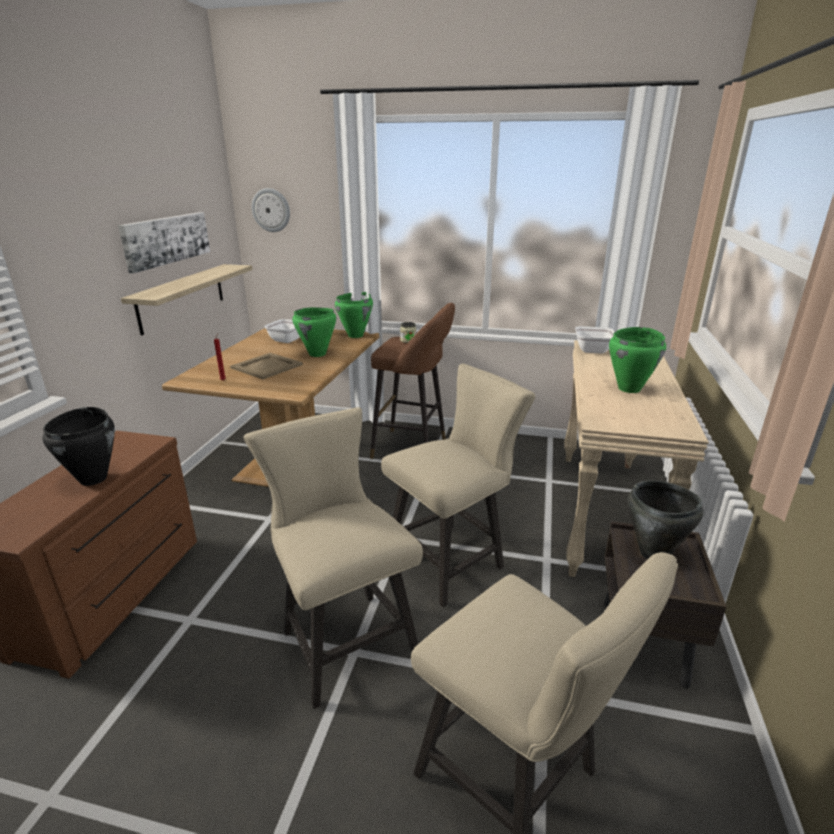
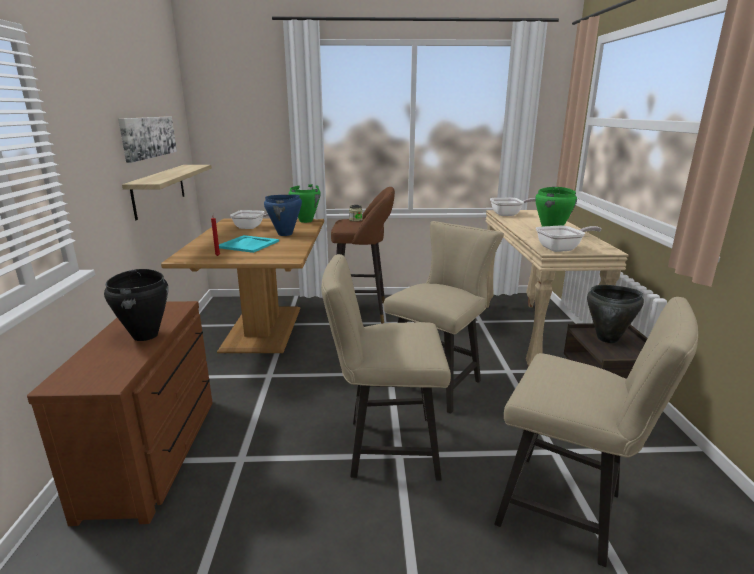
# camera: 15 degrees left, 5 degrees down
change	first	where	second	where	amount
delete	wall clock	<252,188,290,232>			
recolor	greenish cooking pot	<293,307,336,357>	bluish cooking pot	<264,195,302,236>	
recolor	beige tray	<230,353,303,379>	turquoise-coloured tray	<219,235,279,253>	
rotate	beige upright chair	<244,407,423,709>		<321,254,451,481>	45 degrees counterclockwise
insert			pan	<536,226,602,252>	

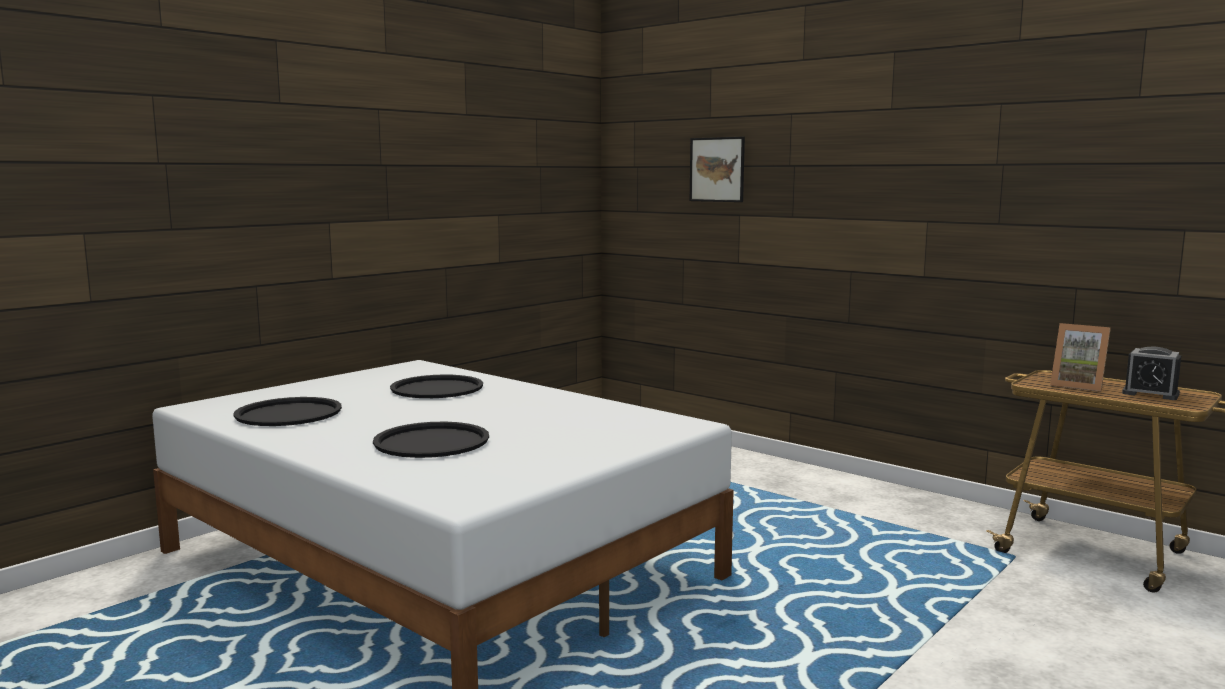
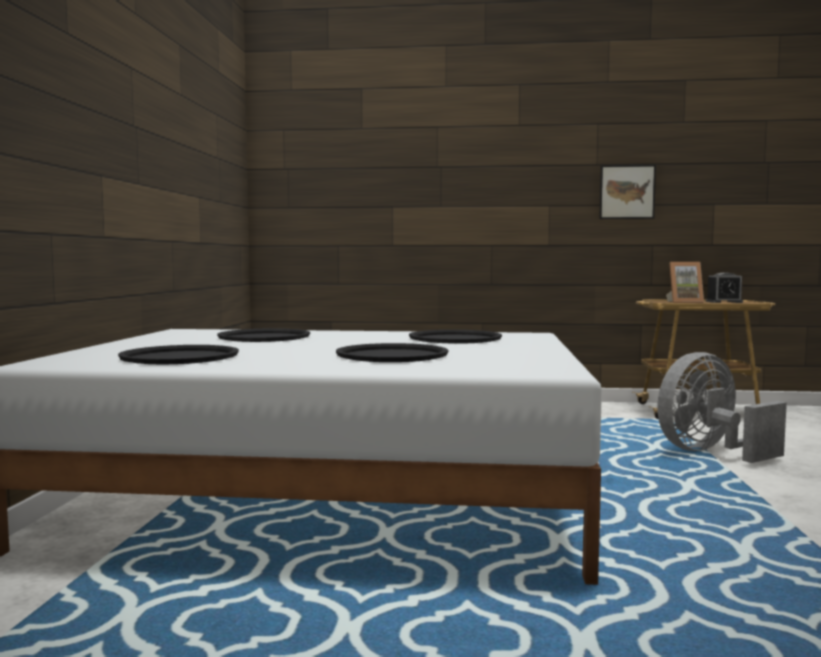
# camera: 35 degrees left, 5 degrees down
change	first	where	second	where	amount
move	picture	<690,137,745,202>		<599,165,656,219>	
insert			black-coloured tray	<409,330,502,344>	
insert			greyish fan	<657,352,787,463>	

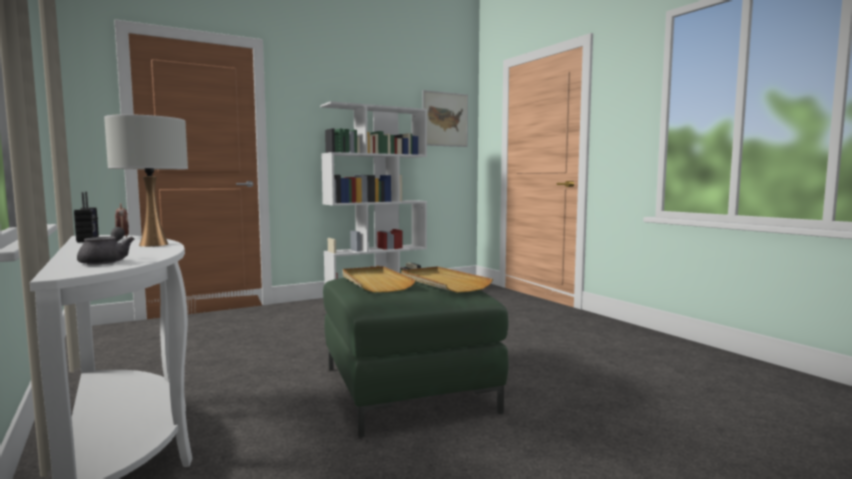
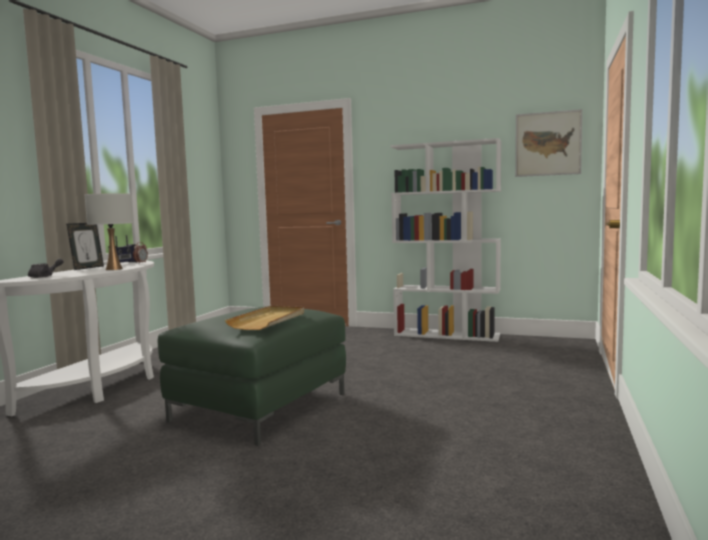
# camera: 50 degrees right, 0 degrees up
change	first	where	second	where	amount
delete	beige tray	<343,266,416,293>			
insert			picture frame	<66,223,104,270>	

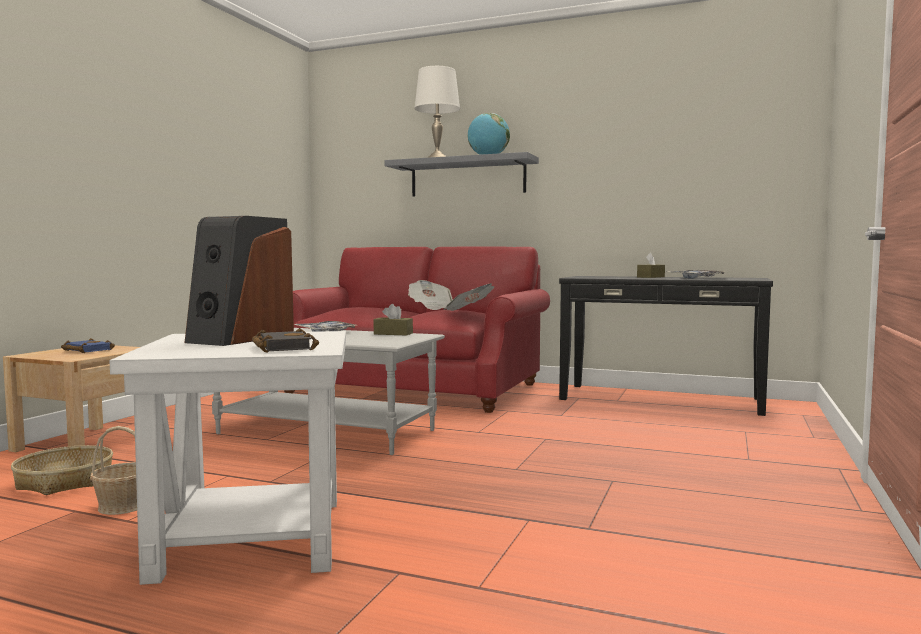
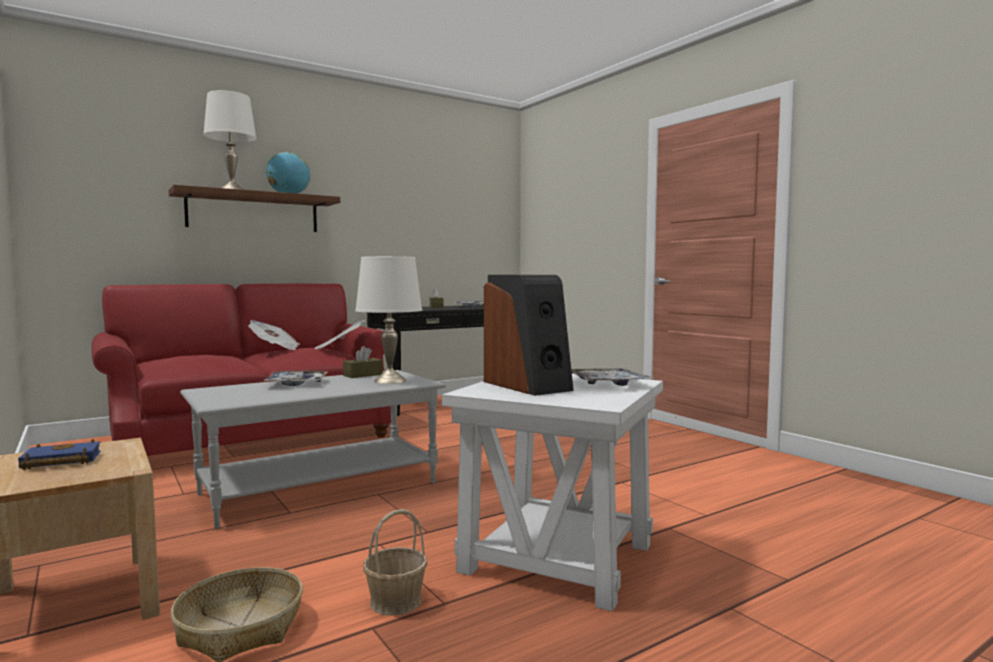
# camera: 55 degrees left, 0 degrees up
change	first	where	second	where	amount
recolor	greyish bracket shelf	<384,152,539,197>	brownish bracket shelf	<169,185,340,232>	
replace	black-coloured volume	<252,328,319,353>	tray	<571,368,655,386>	
insert			whitish tabletop lamp	<355,256,422,384>	

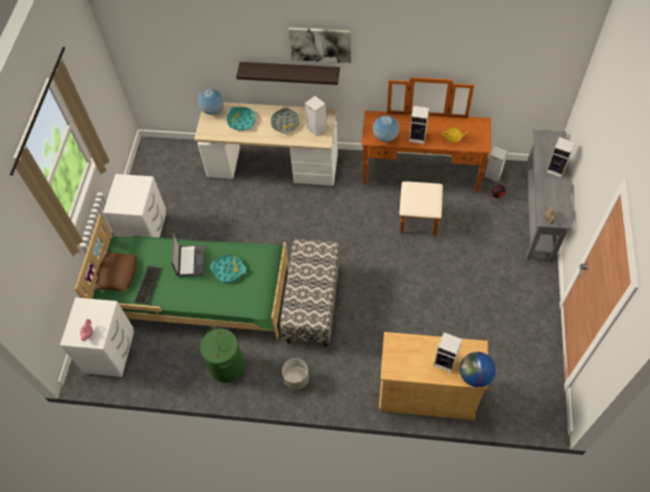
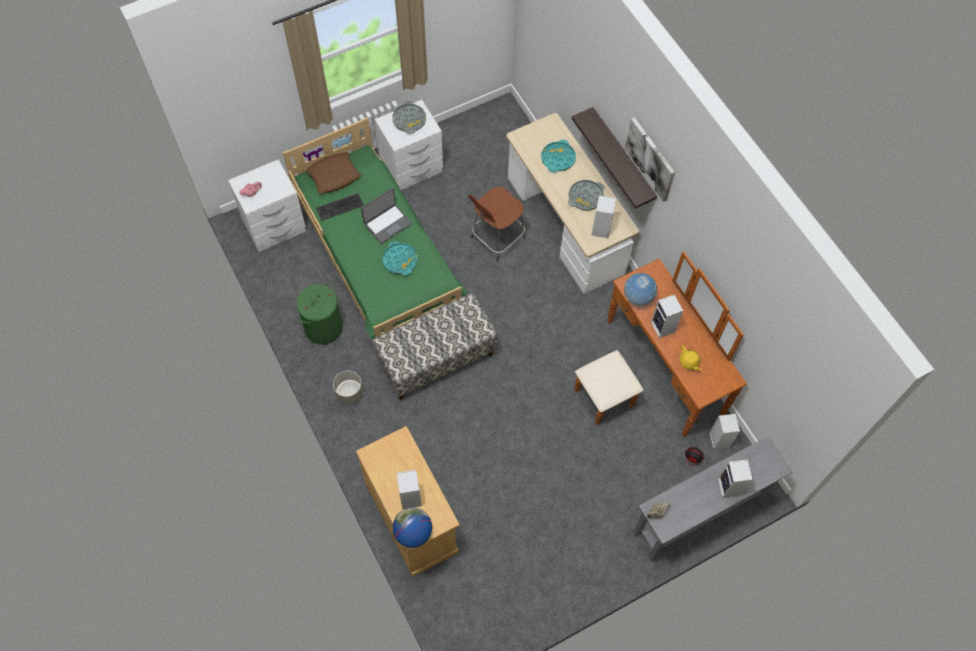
# camera: 50 degrees right, 5 degrees up
change	first	where	second	where	amount
delete	world globe	<198,89,224,115>			
insert			greyish tray	<392,101,426,134>	
insert			brownish stool seat	<468,187,525,261>	

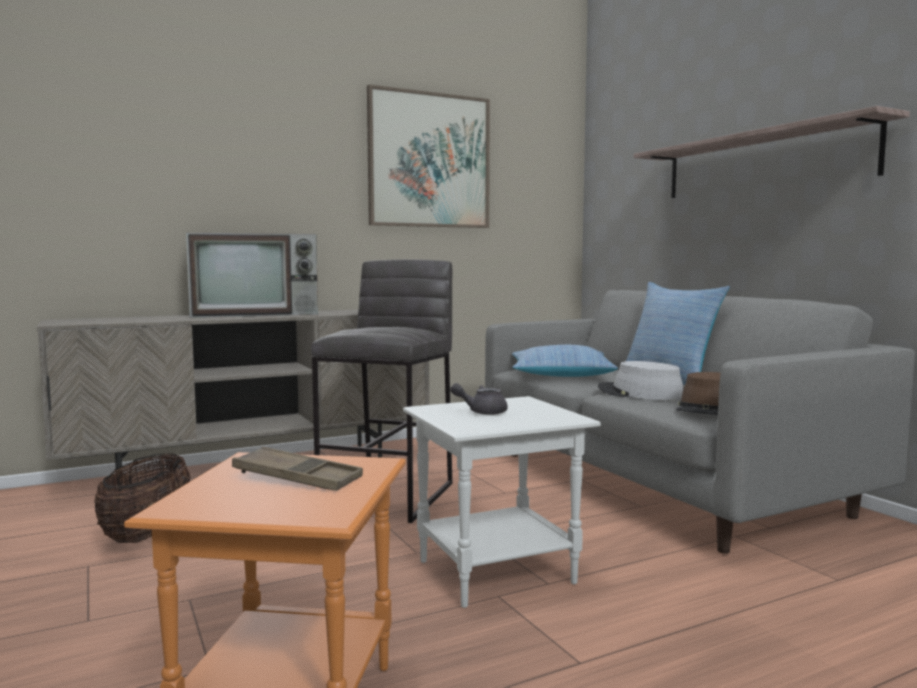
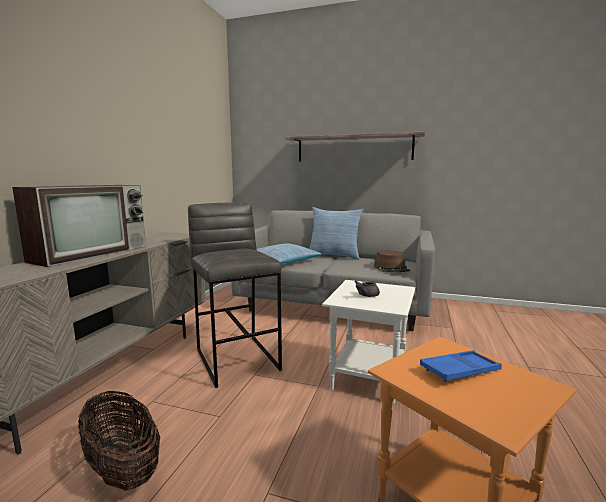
# camera: 45 degrees left, 5 degrees up
change	first	where	second	where	amount
delete	picture	<367,85,490,228>			
delete	greyish wearable hat	<598,361,683,400>			
recolor	brownish tray	<232,447,363,491>	bluish tray	<420,350,502,382>	

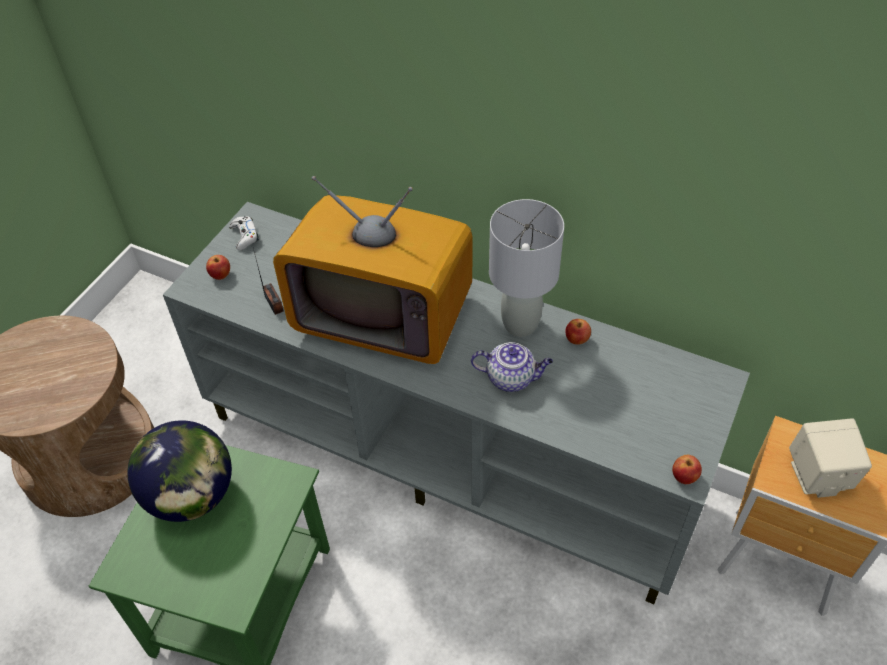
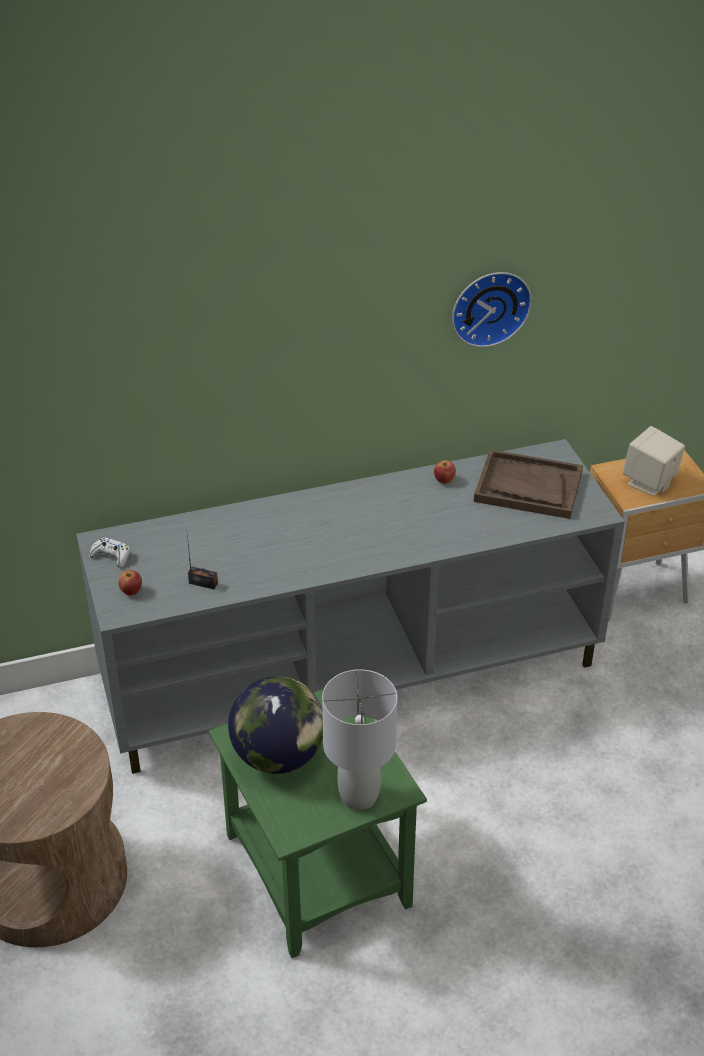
# camera: 45 degrees left, 10 degrees down
change	first	where	second	where	amount
delete	TV	<273,176,473,364>			
move	greyish tabletop lamp	<489,199,564,336>		<322,669,398,810>	
delete	teapot	<471,342,553,392>			
delete	whole apple	<672,455,702,484>			
insert			wall clock	<452,272,532,347>	
insert			brownish tray	<474,450,583,519>	

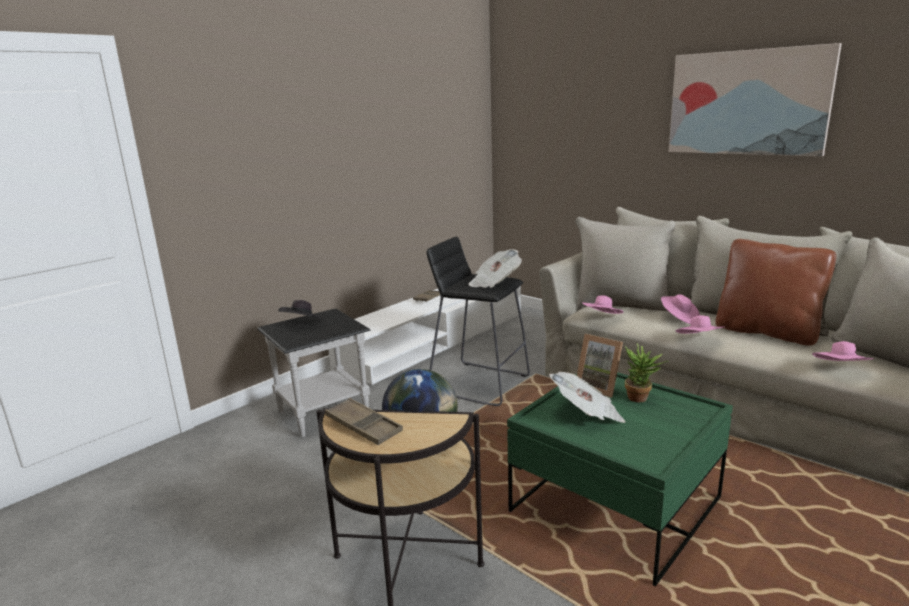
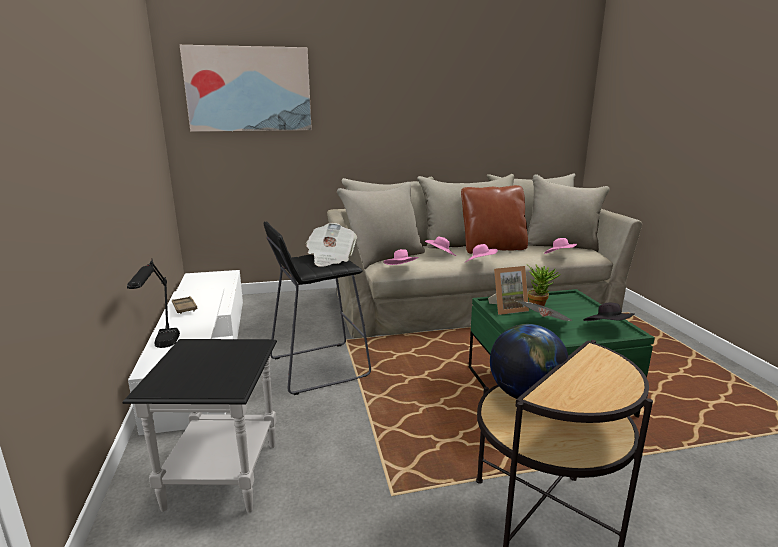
# camera: 55 degrees left, 0 degrees up
change	first	where	second	where	amount
move	picture	<669,43,842,157>		<180,45,312,132>	
move	black-coloured wearable hat	<278,300,323,319>		<583,302,635,321>	
delete	brownish tray	<325,398,403,445>			
insert			black-coloured tabletop lamp	<127,258,180,348>	

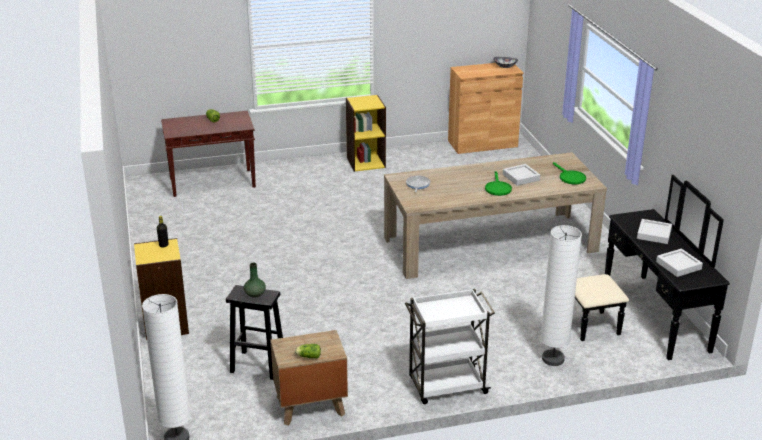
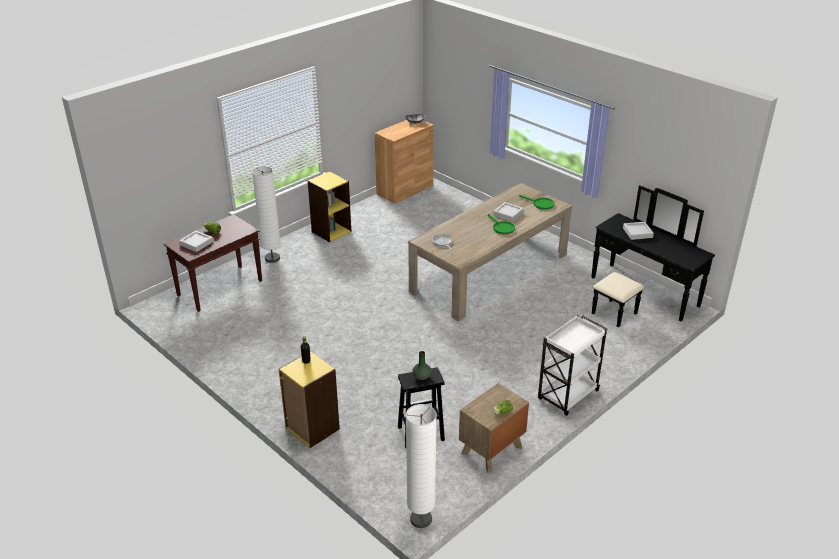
# camera: 30 degrees left, 5 degrees up
change	first	where	second	where	amount
move	whitish standing lamp	<541,225,582,366>		<252,166,281,263>	
move	greyish tray	<656,249,703,277>		<179,231,213,252>	

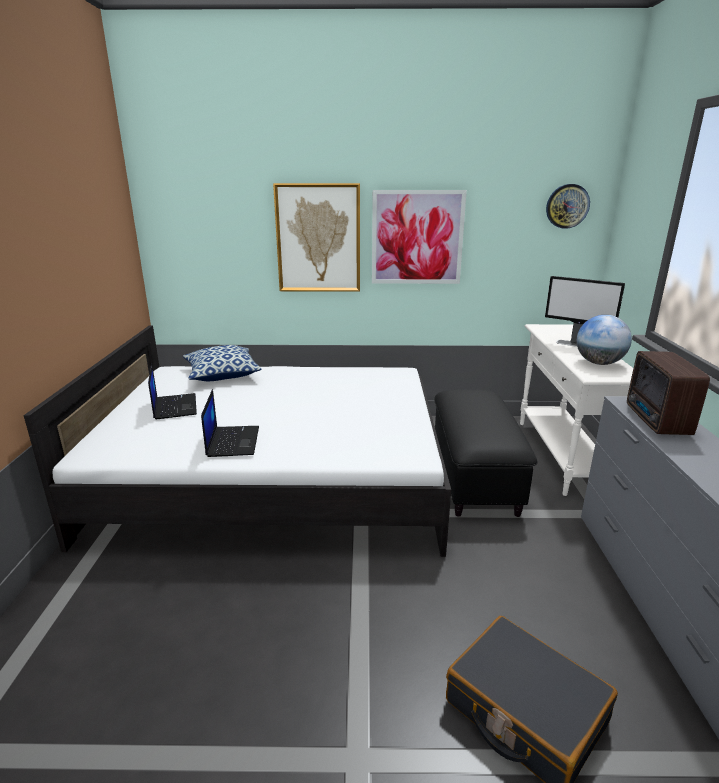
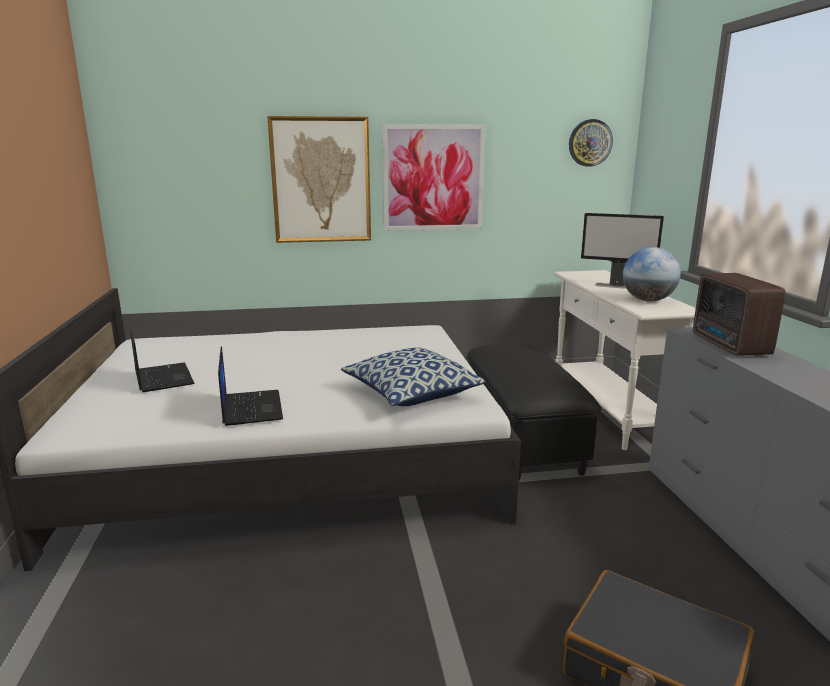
# camera: 10 degrees left, 5 degrees down
change	first	where	second	where	amount
move	throw pillow	<183,345,262,381>		<341,347,486,406>	

